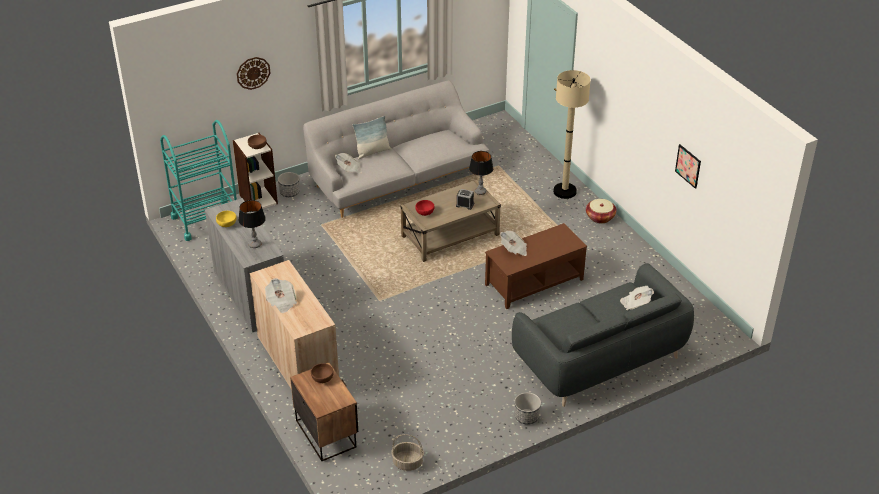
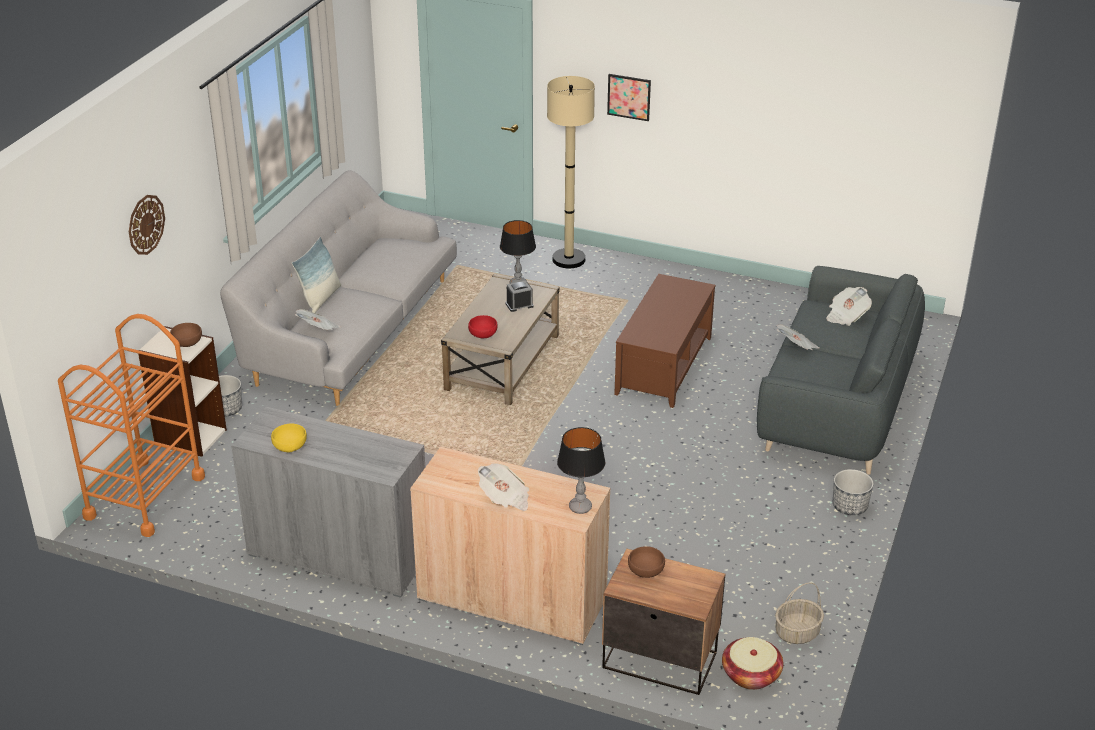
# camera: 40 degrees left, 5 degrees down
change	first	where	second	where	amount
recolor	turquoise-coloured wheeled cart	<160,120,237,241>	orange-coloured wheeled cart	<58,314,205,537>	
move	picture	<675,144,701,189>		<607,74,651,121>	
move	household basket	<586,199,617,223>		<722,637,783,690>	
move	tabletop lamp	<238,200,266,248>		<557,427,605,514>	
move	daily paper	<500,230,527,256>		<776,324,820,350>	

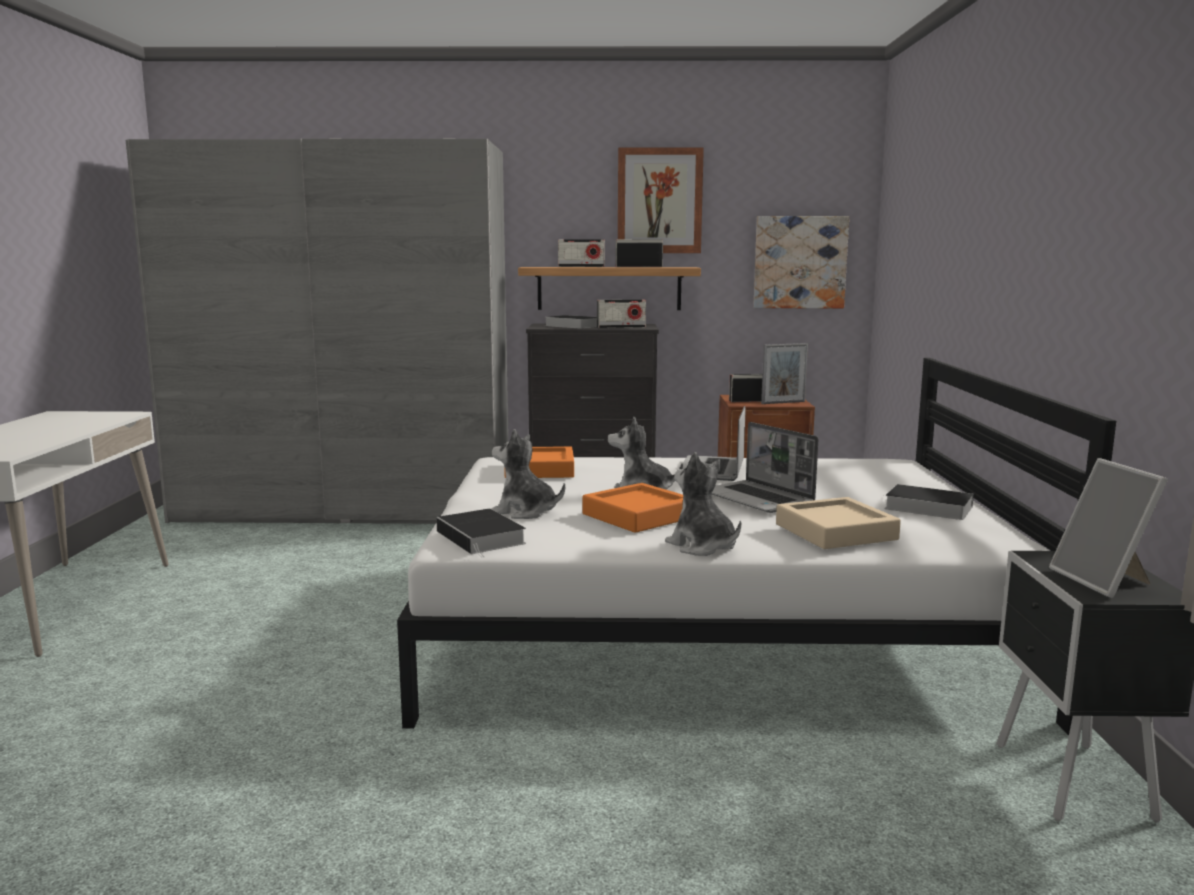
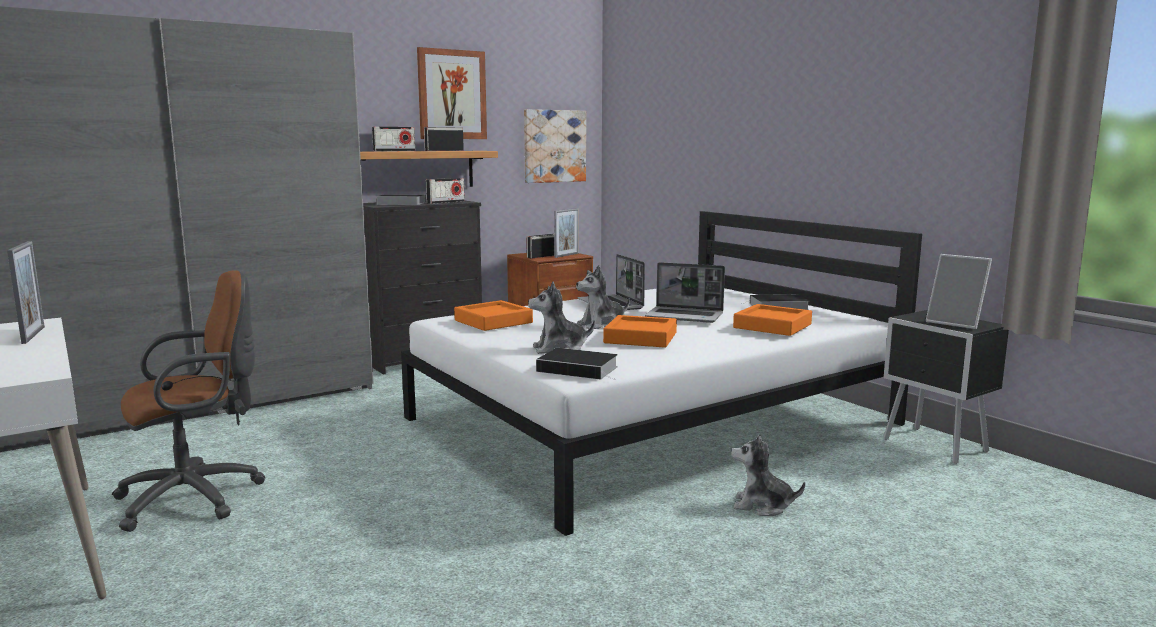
# camera: 35 degrees left, 0 degrees up
change	first	where	second	where	amount
move	cuddly toy	<665,452,741,556>		<731,435,805,516>	
recolor	beige tray	<776,497,901,549>	orange-coloured tray	<733,304,812,336>	
insert			picture frame	<7,241,45,344>	
insert			brownish desk chair	<112,270,266,532>	

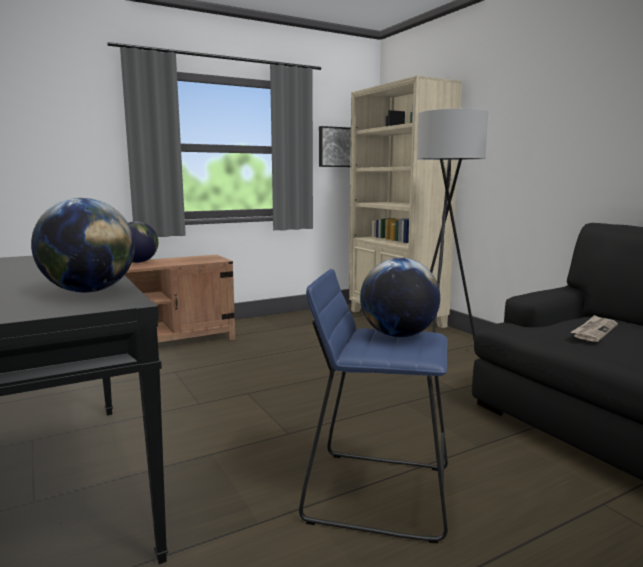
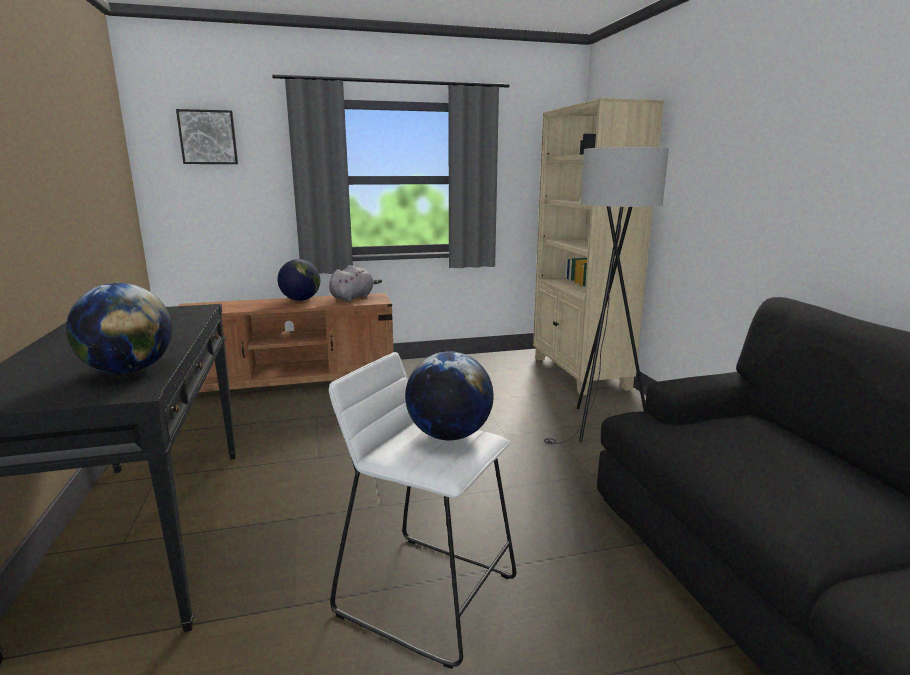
# camera: 15 degrees right, 5 degrees up
change	first	where	second	where	amount
move	picture	<319,126,351,167>		<176,109,238,164>	
recolor	bluish stool seat	<299,269,448,543>	whitish stool seat	<329,352,517,669>	
delete	daily paper	<570,315,618,342>			
insert			greyish cuddly toy	<329,265,382,302>	

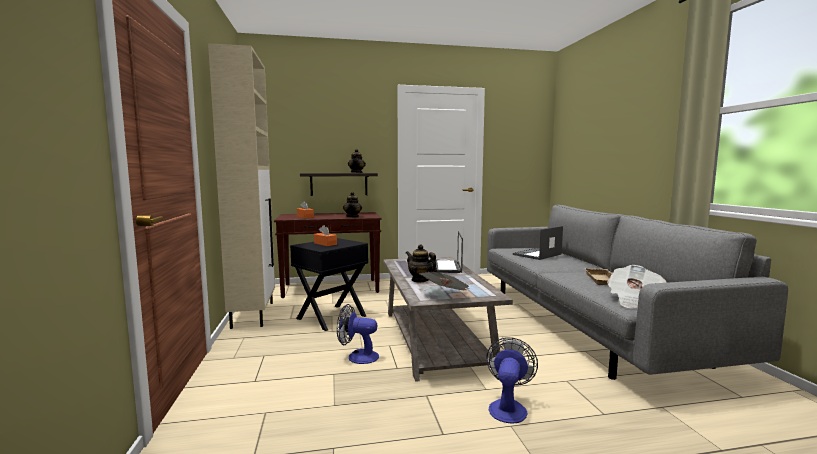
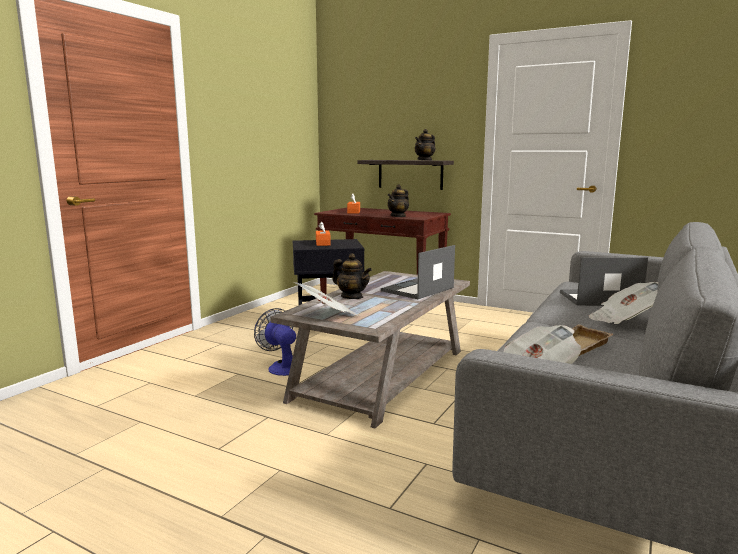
# camera: 40 degrees right, 5 degrees up
change	first	where	second	where	amount
delete	beige cupboard	<208,43,275,329>			
rotate	teapot	<406,244,437,282>		<332,253,372,299>	135 degrees clockwise
delete	fan	<486,337,538,424>			
insert			daily paper	<589,282,658,324>	

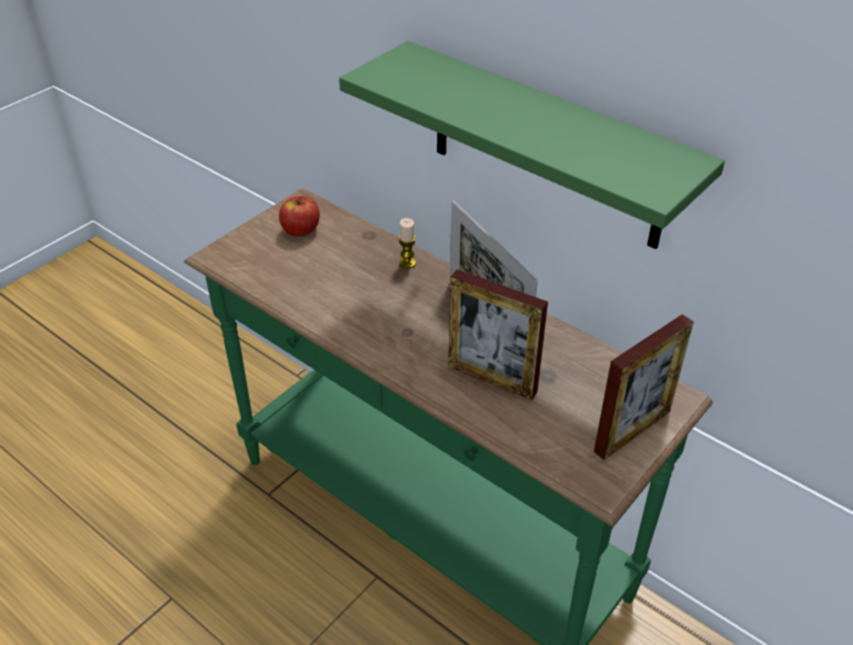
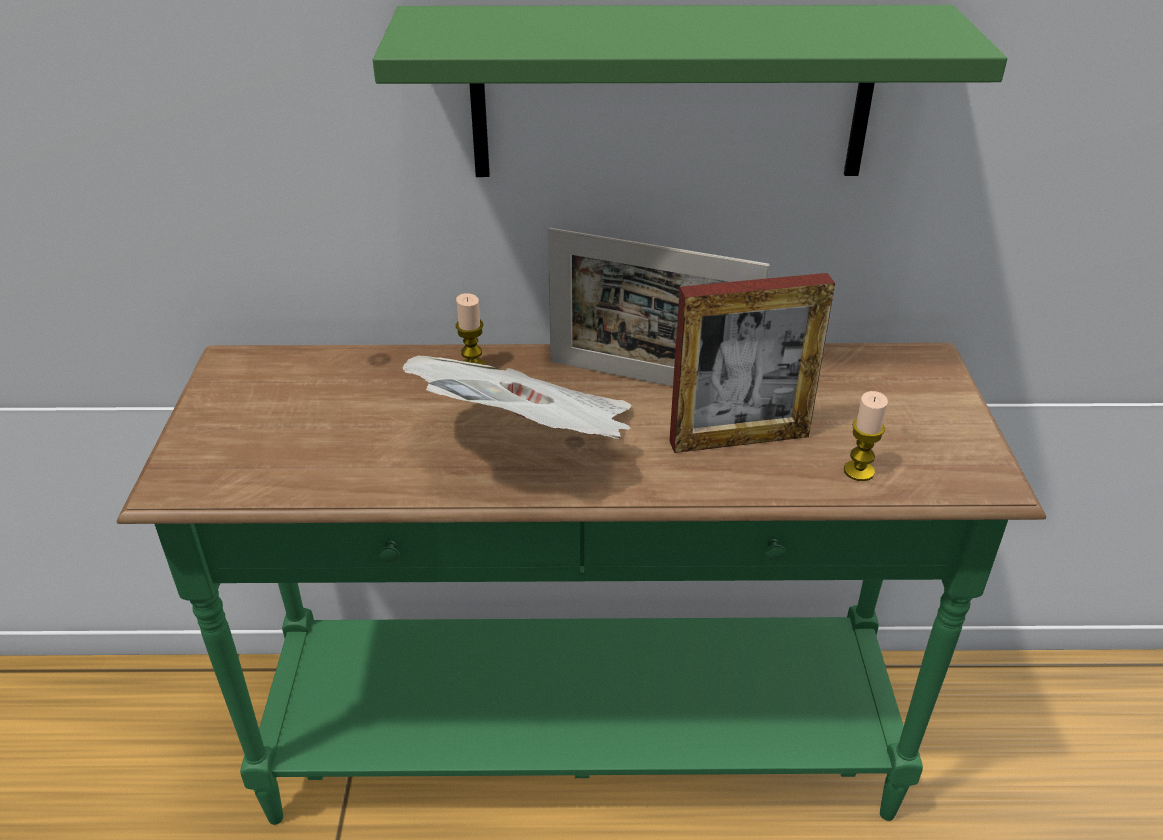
# camera: 40 degrees left, 5 degrees down
change	first	where	second	where	amount
delete	whole apple	<279,196,320,237>			
delete	picture frame	<594,314,694,460>			
insert			daily paper	<403,356,631,439>	
insert			wax candle	<844,391,888,481>	

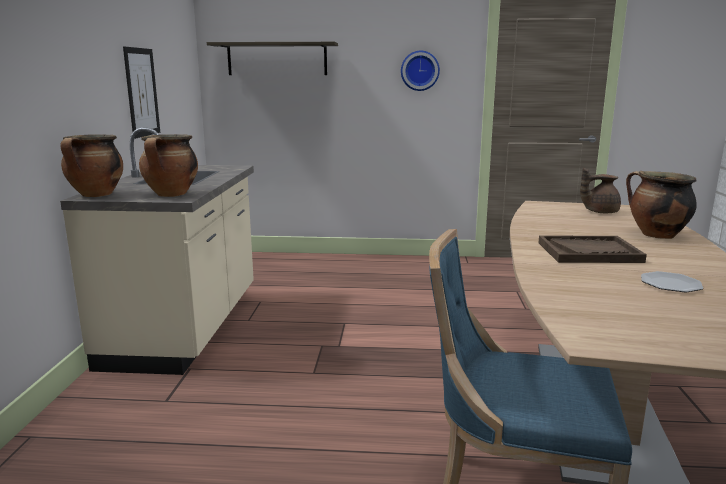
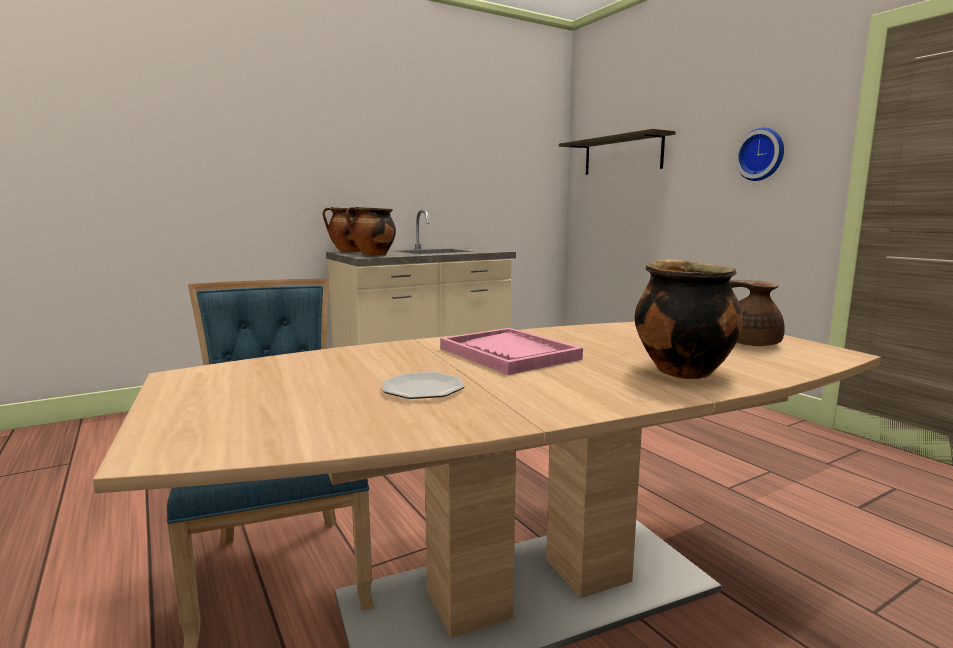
# camera: 55 degrees right, 5 degrees down
change	first	where	second	where	amount
delete	picture	<123,46,160,139>			
recolor	brownish tray	<538,236,647,263>	pinkish tray	<440,328,583,375>	

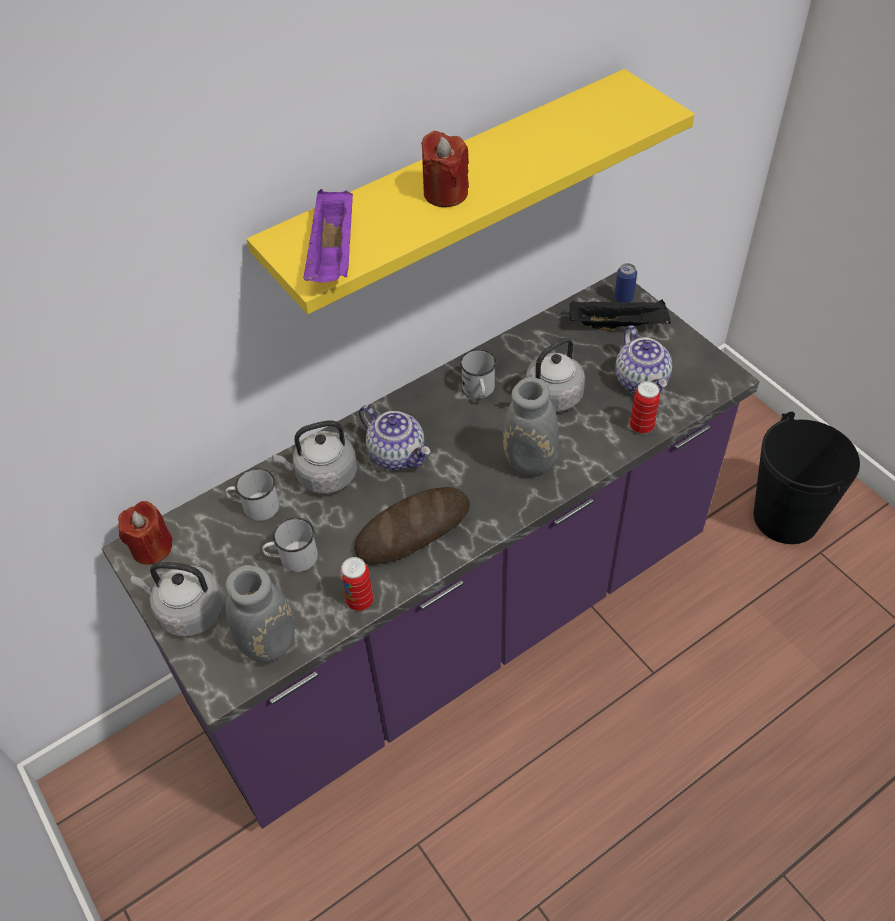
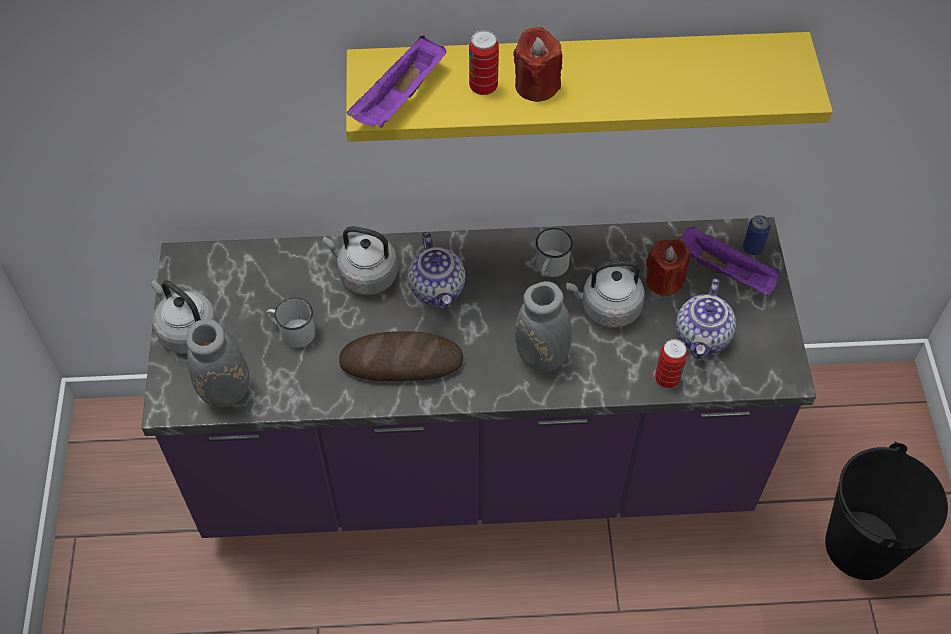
# camera: 30 degrees right, 5 degrees up
change	first	where	second	where	amount
recolor	black-coloured tray	<569,299,671,331>	purplish tray	<679,226,780,296>	
delete	whitish tea mug	<225,468,279,521>			
move	reddish wax candle	<118,501,173,565>		<646,239,690,297>	
move	metal can	<340,557,373,611>		<469,30,499,95>	

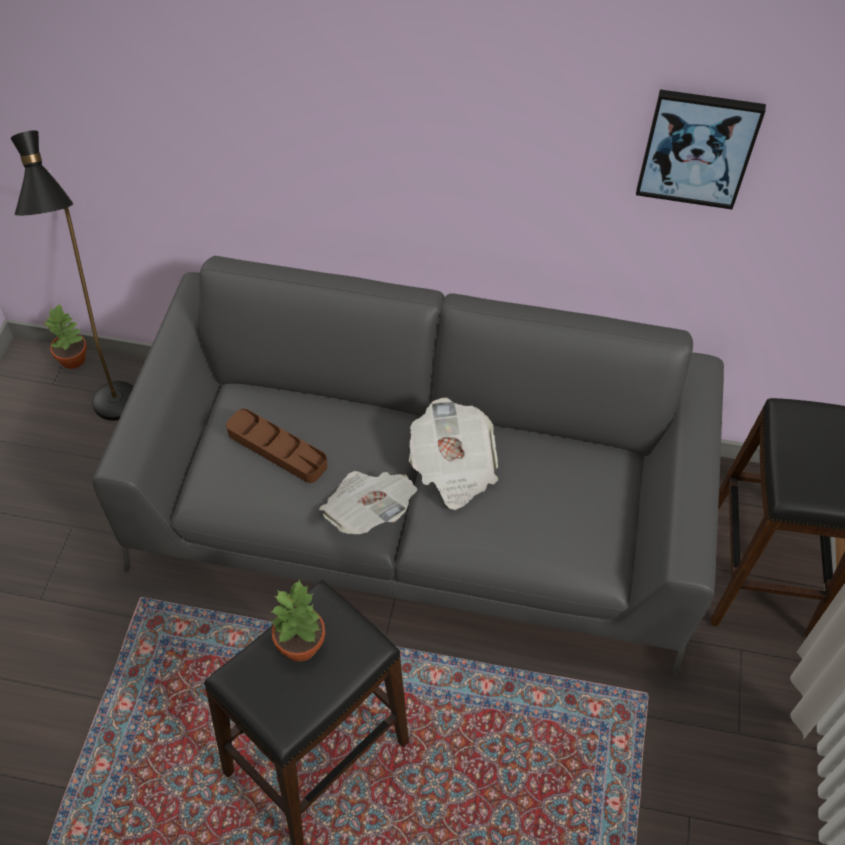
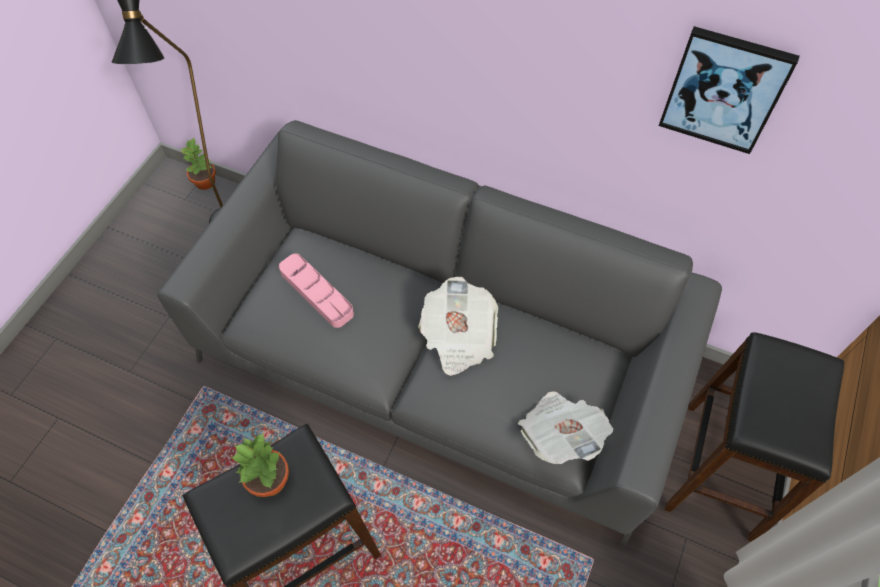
# camera: 15 degrees right, 5 degrees up
change	first	where	second	where	amount
recolor	brownish tray	<226,409,327,483>	pinkish tray	<279,253,354,328>	
move	daily paper	<319,471,417,534>		<518,391,613,464>	

